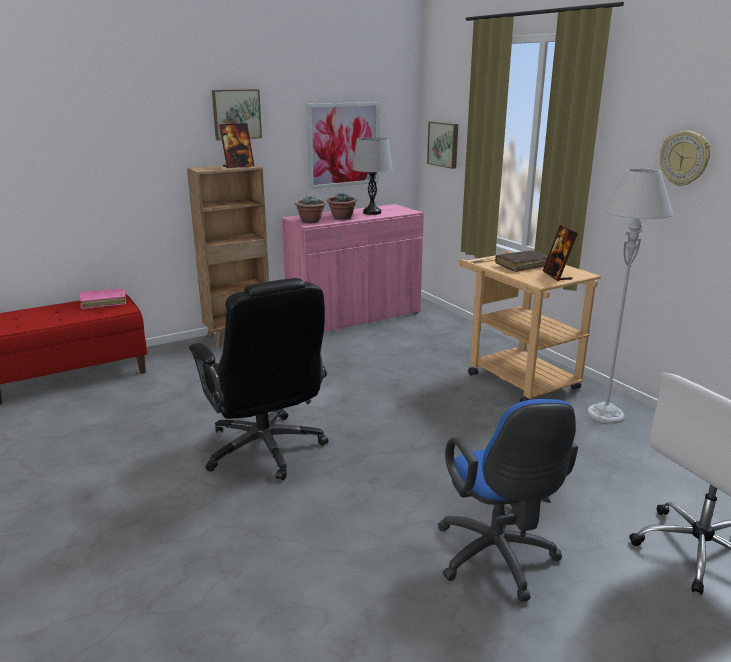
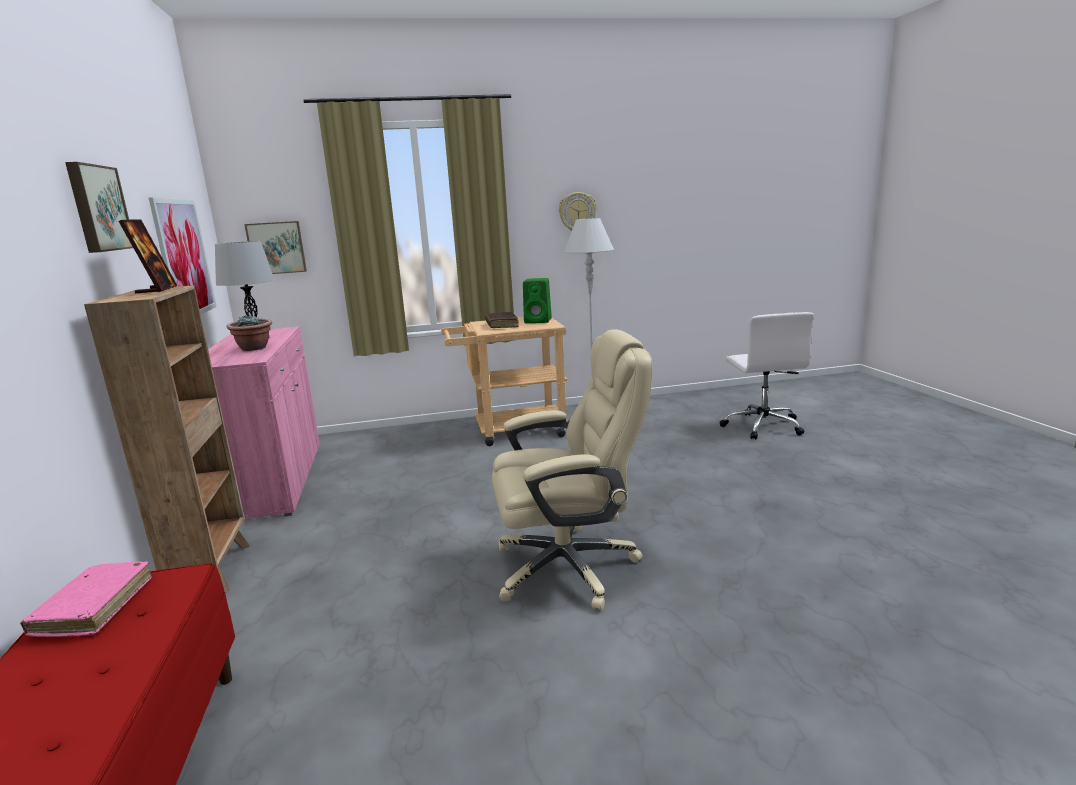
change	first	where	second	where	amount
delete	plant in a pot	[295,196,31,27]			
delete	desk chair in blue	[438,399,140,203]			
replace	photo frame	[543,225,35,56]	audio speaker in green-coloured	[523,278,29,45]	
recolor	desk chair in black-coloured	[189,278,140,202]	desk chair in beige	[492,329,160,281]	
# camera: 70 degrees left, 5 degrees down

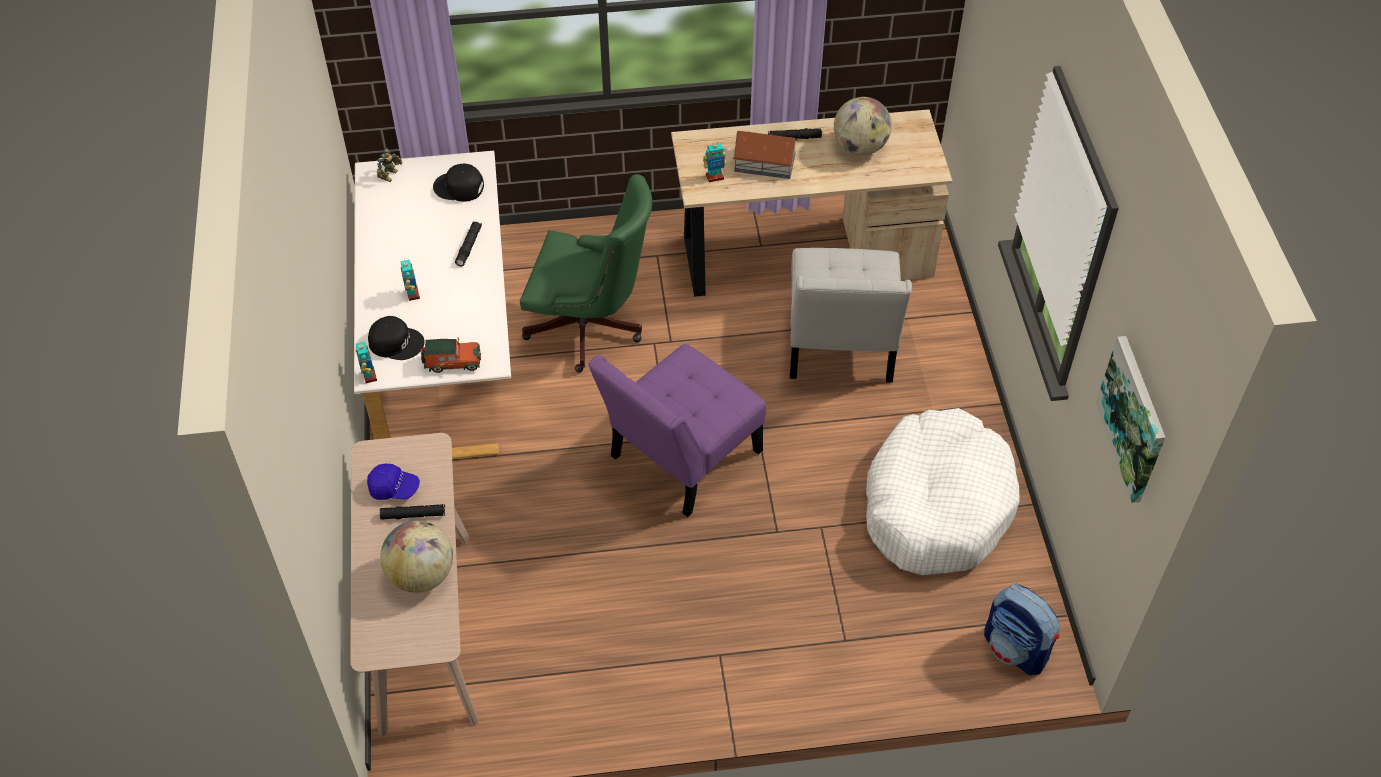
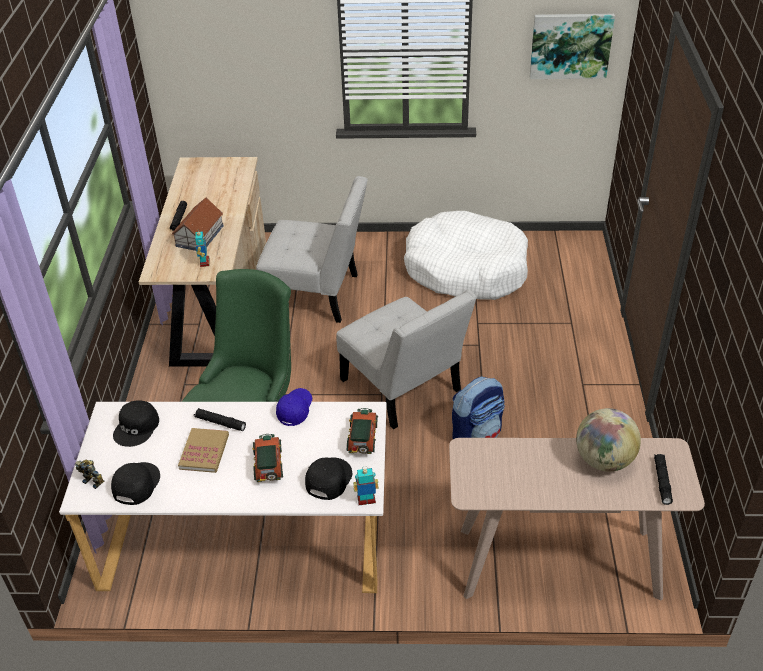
change	first	where	second	where	amount
delete	world globe	[834,97,58,58]			
insert			peaked cap in black-coloured	[111,462,49,43]	
insert			book	[178,428,51,45]	
move	peaked cap in blue	[367,463,53,37]		[276,388,36,38]	
move	hand torch in black-coloured	[380,504,65,16]		[654,454,19,51]	
move	rucksack	[984,584,76,91]		[452,376,53,63]	
replace	robot figure	[400,260,20,41]	model car	[252,434,31,48]	
recolor	upright chair in purple-coloured	[588,344,178,173]	upright chair in white-coloured	[337,290,140,139]	
# camera: 80 degrees left, 10 degrees down

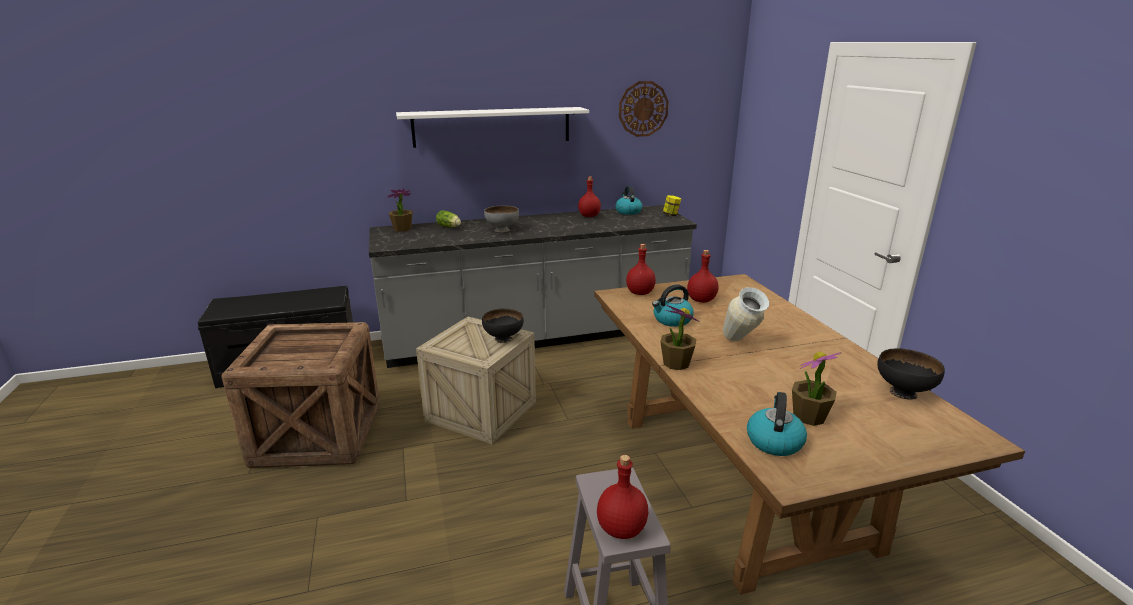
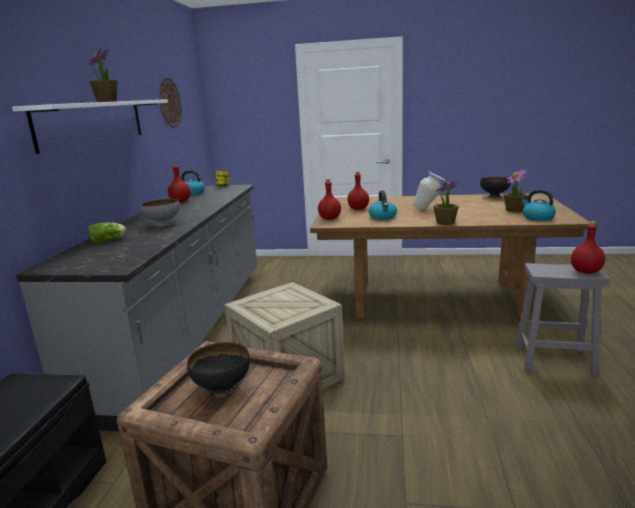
change	first	where	second	where	amount
move	plant in a pot	[388,189,25,43]		[88,49,29,53]	
move	serving bowl in black-coloured	[482,309,42,34]		[187,342,63,55]	
# camera: 65 degrees left, 5 degrees down

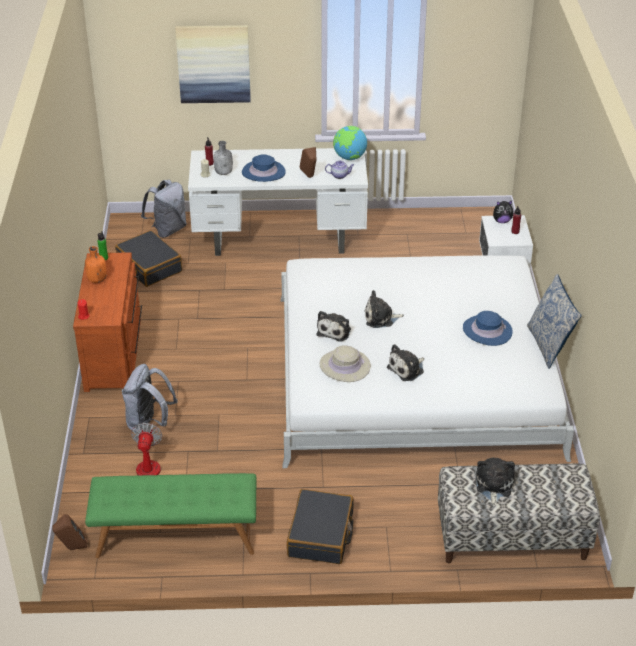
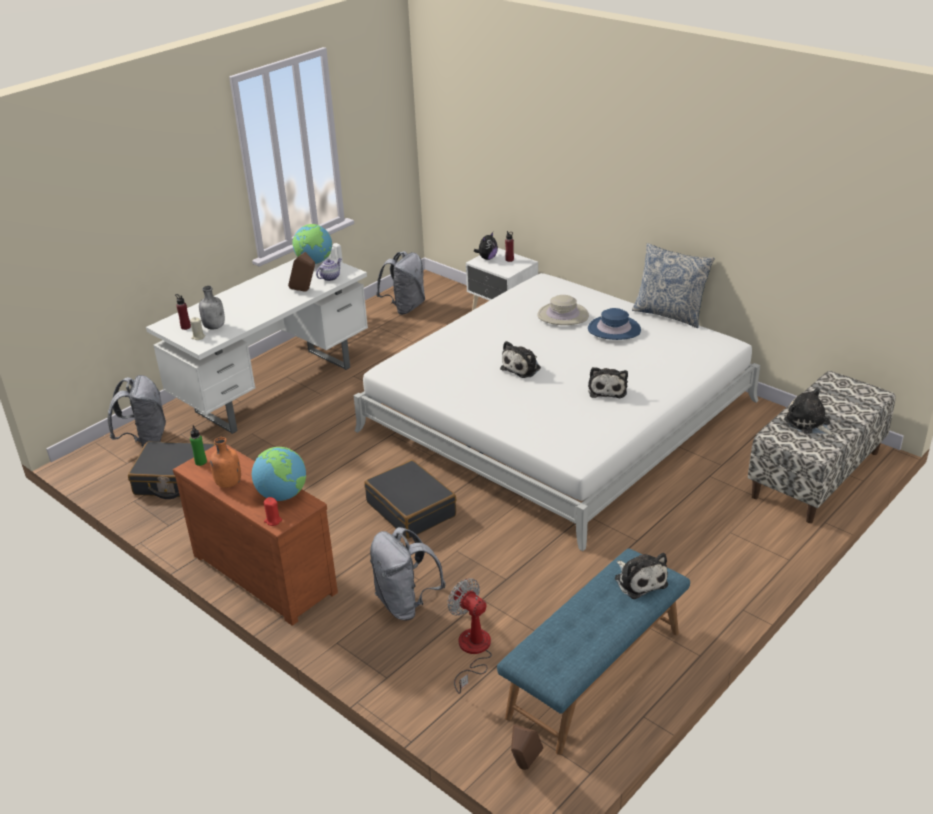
change	first	where	second	where	amount
delete	picture	[175,25,76,78]			
delete	hat in blue	[242,154,44,28]			
insert			world globe	[252,447,54,54]	
insert			rucksack in gray	[376,251,49,64]	
move	suitcase in black-coloured	[287,489,67,75]		[364,460,92,79]	
move	cuddly toy	[316,311,35,31]		[615,553,53,46]	
move	hat in beige	[319,345,52,37]		[537,295,52,30]	
recolor	long seat in green-coloured	[85,473,171,85]	long seat in blue	[497,548,193,207]	
# camera: 45 degrees left, 5 degrees down

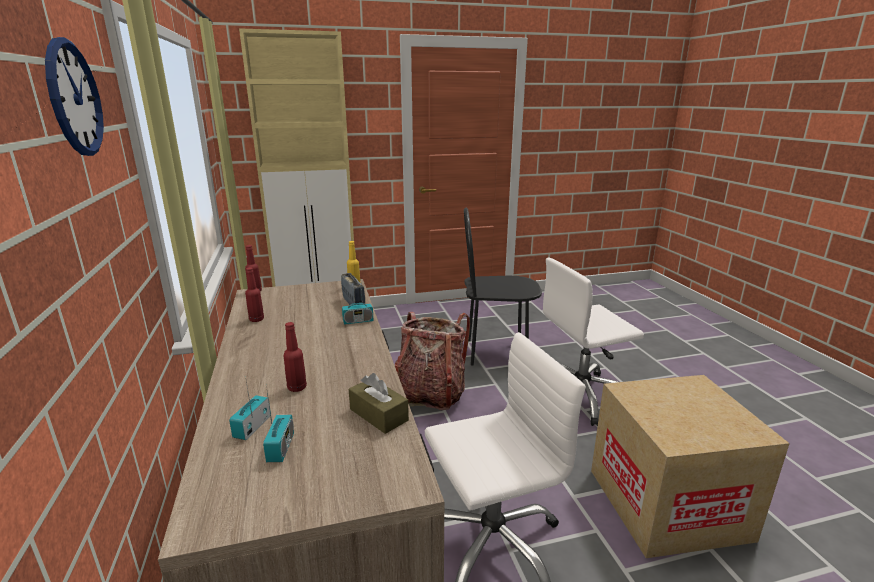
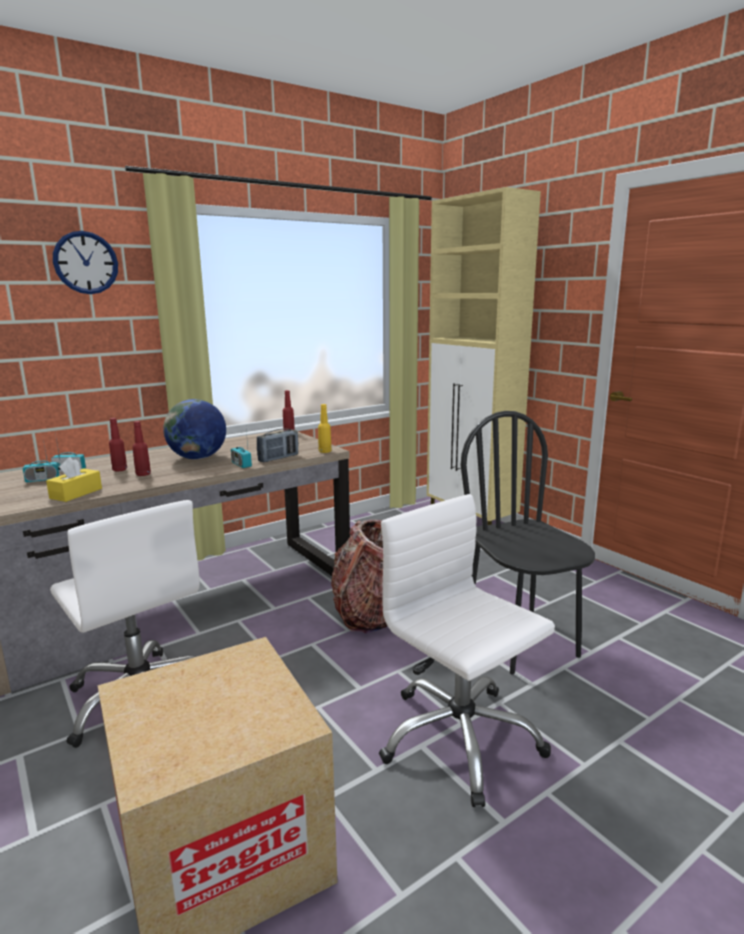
change	first	where	second	where	amount
insert			world globe	[163,399,63,60]	
move	bottle in red-coloured	[245,267,19,55]		[132,421,19,55]	
recolor	tissue box in brownish	[349,373,60,61]	tissue box in yellow-coloured	[46,457,56,45]	
# camera: 70 degrees right, 5 degrees down

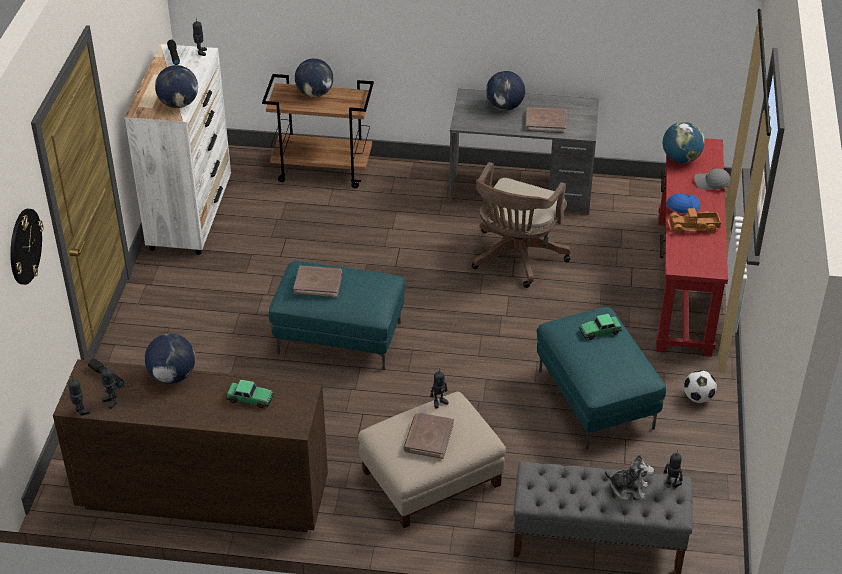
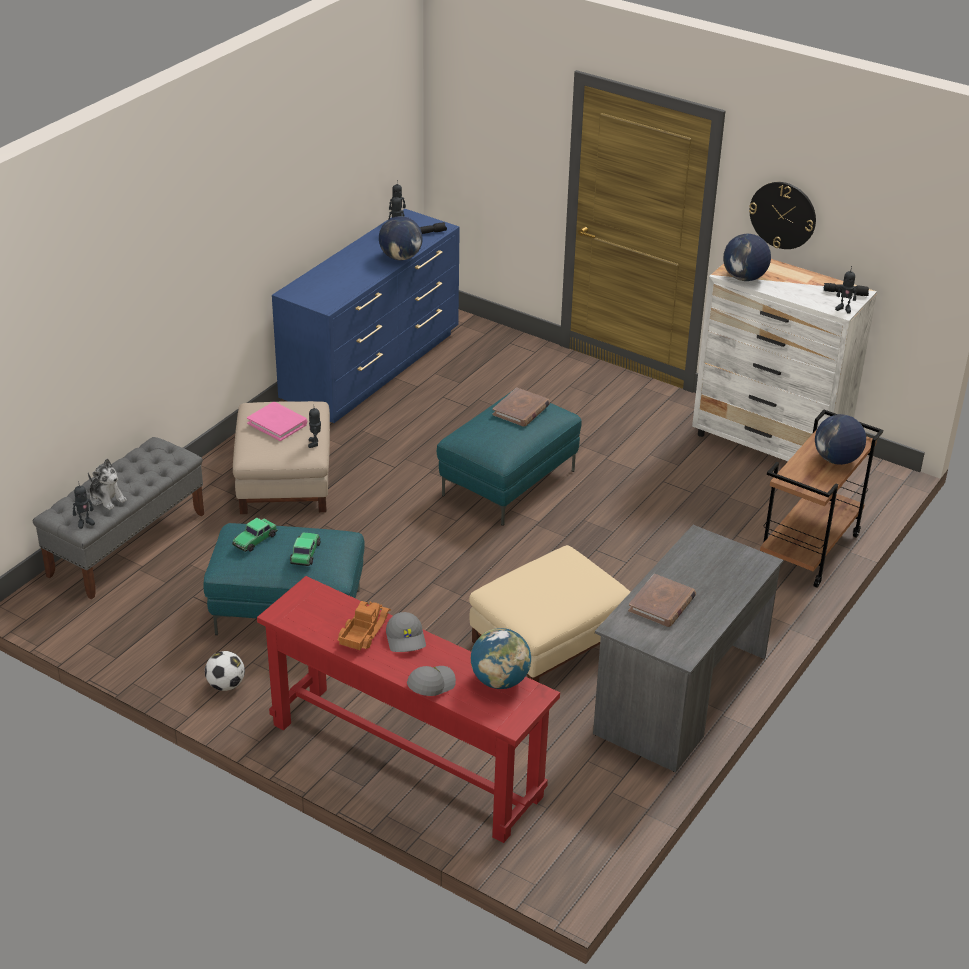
change	first	where	second	where	amount
delete	world globe	[486,71,39,40]			
move	clock on the wall	[10,209,34,76]		[749,182,67,67]	
move	model car	[226,380,48,28]		[232,518,46,34]	
replace	desk chair in brownish	[472,162,98,126]	pouffe in beige	[469,545,161,137]	
recolor	drawer chest in brownish	[53,359,275,173]	drawer chest in blue	[272,209,188,214]	
recolor	book in brownish	[403,413,51,46]	book in pink	[247,402,60,39]	
recolor	peaked cap in blue	[666,193,34,20]	peaked cap in gray	[386,612,40,40]	
rotate	cuddly toy	[605,454,49,47]		[88,459,39,51]	90 degrees counterclockwise
# camera: 115 degrees right, 5 degrees down

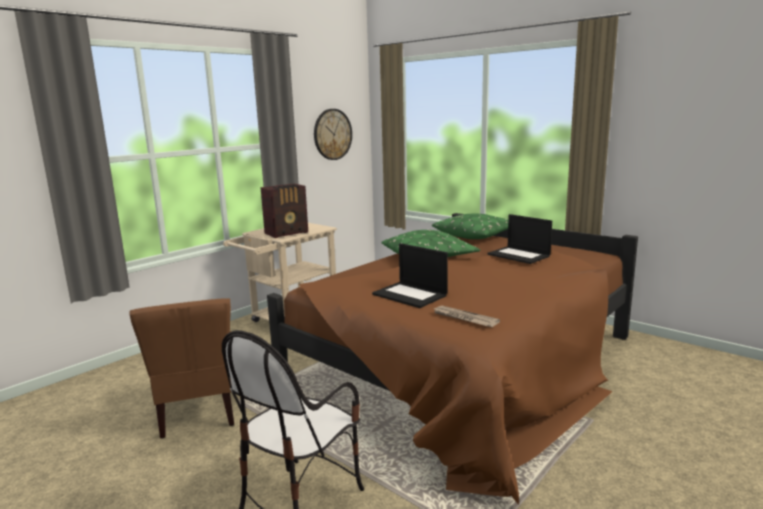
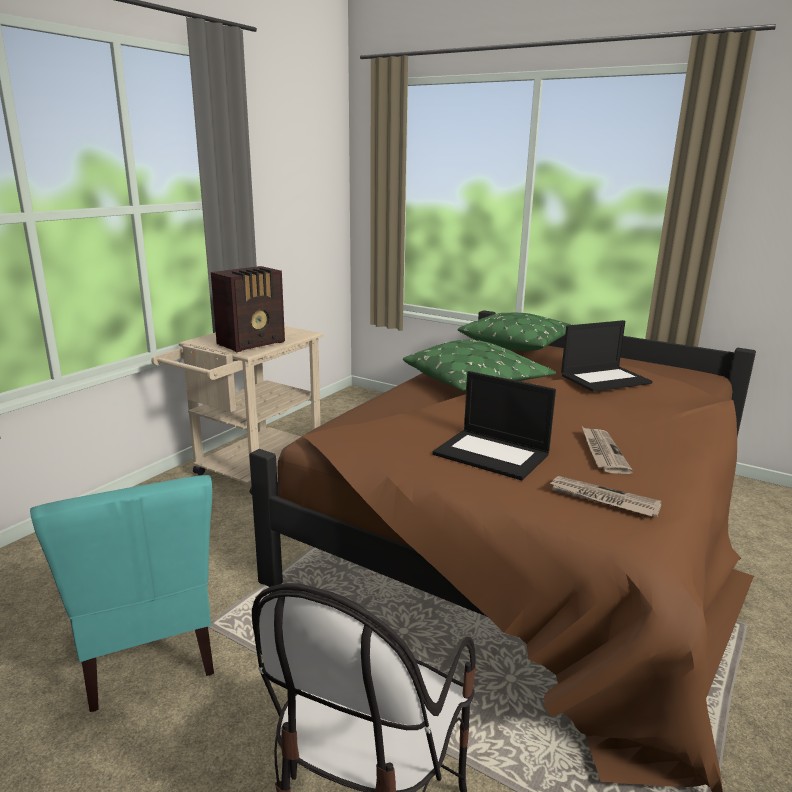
change	first	where	second	where	amount
delete	clock on the wall	[314,109,38,51]			
insert			daily paper	[582,427,51,47]	
recolor	upright chair in brownish	[129,298,105,141]	upright chair in turquoise	[30,475,184,237]	
rotate	laptop	[487,214,65,50]		[561,320,92,72]	60 degrees counterclockwise
# camera: 10 degrees left, 5 degrees up

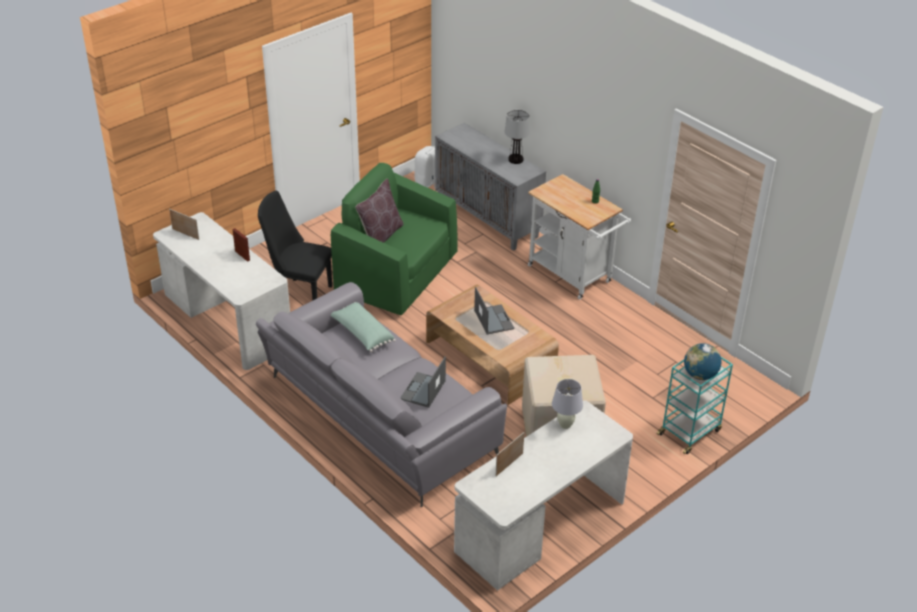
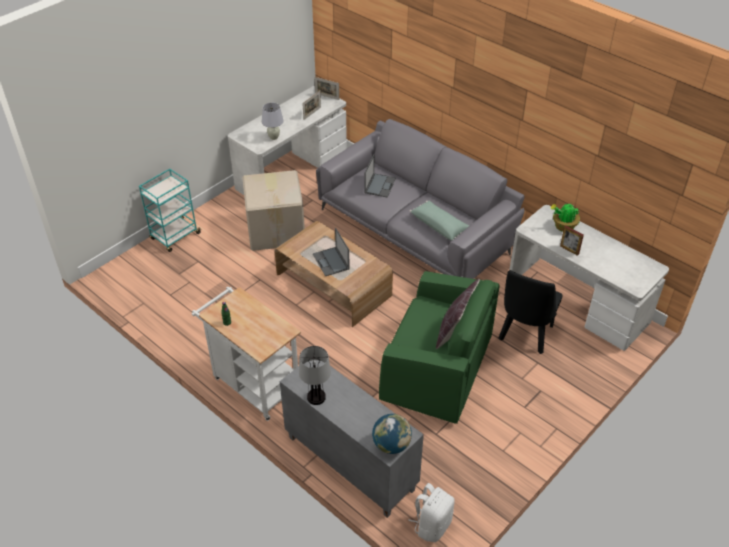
change	first	where	second	where	amount
insert			plant in a pot	[550,203,30,29]	
move	photo frame	[169,209,30,31]		[314,77,25,23]	
move	world globe	[684,343,37,37]		[372,414,40,40]	
rotate	upright chair in black-coloured	[258,190,74,110]		[499,270,64,84]	105 degrees clockwise
# camera: 175 degrees right, 5 degrees up

